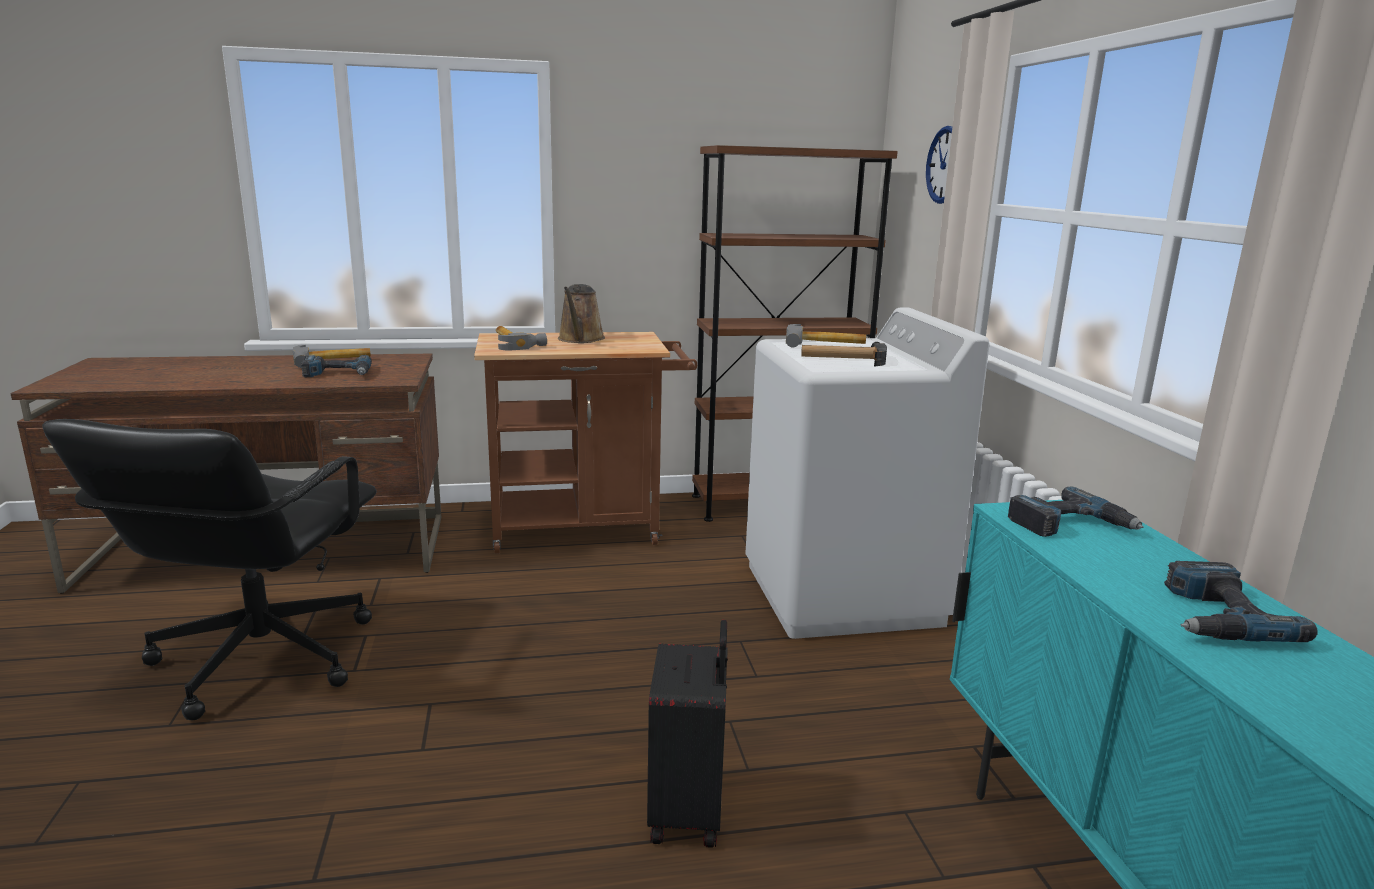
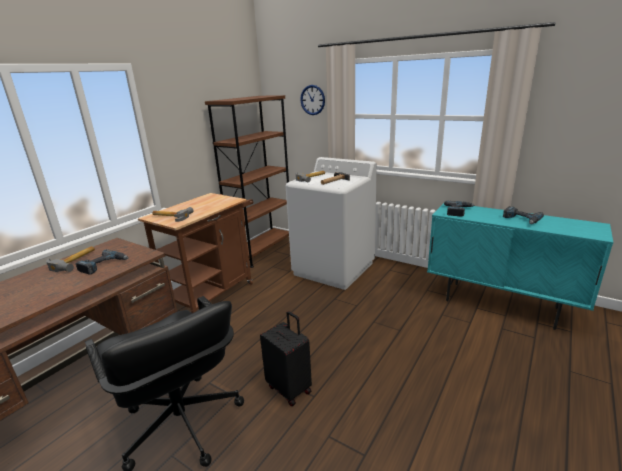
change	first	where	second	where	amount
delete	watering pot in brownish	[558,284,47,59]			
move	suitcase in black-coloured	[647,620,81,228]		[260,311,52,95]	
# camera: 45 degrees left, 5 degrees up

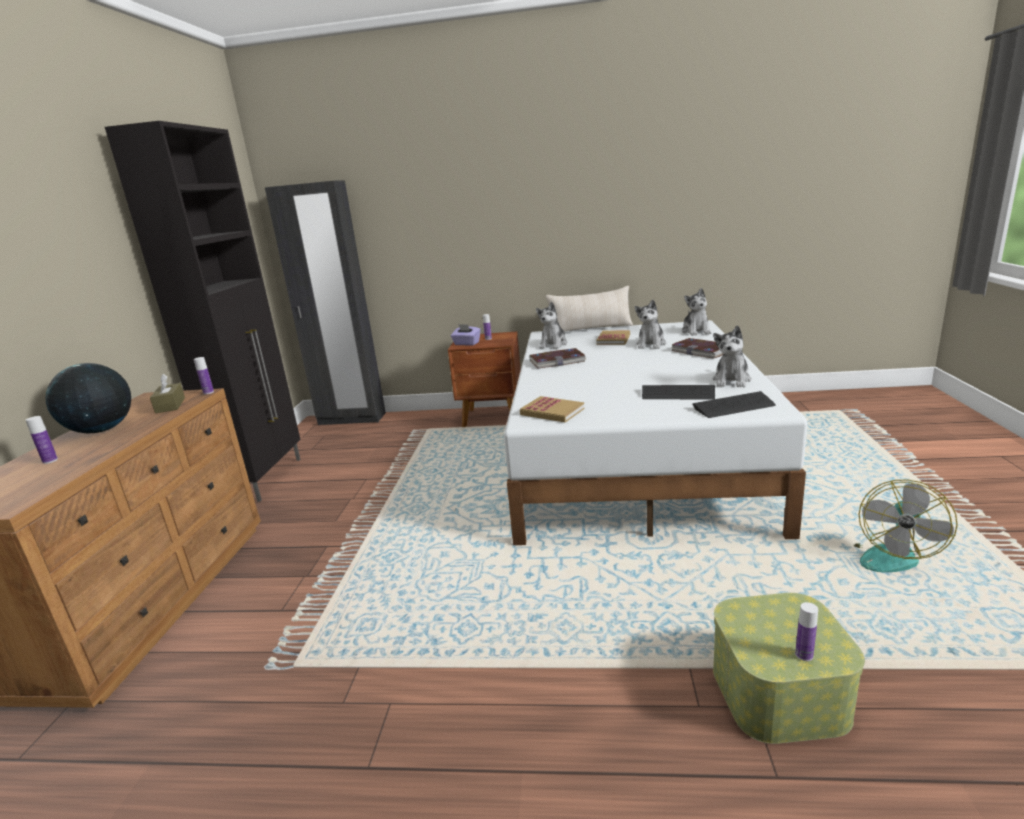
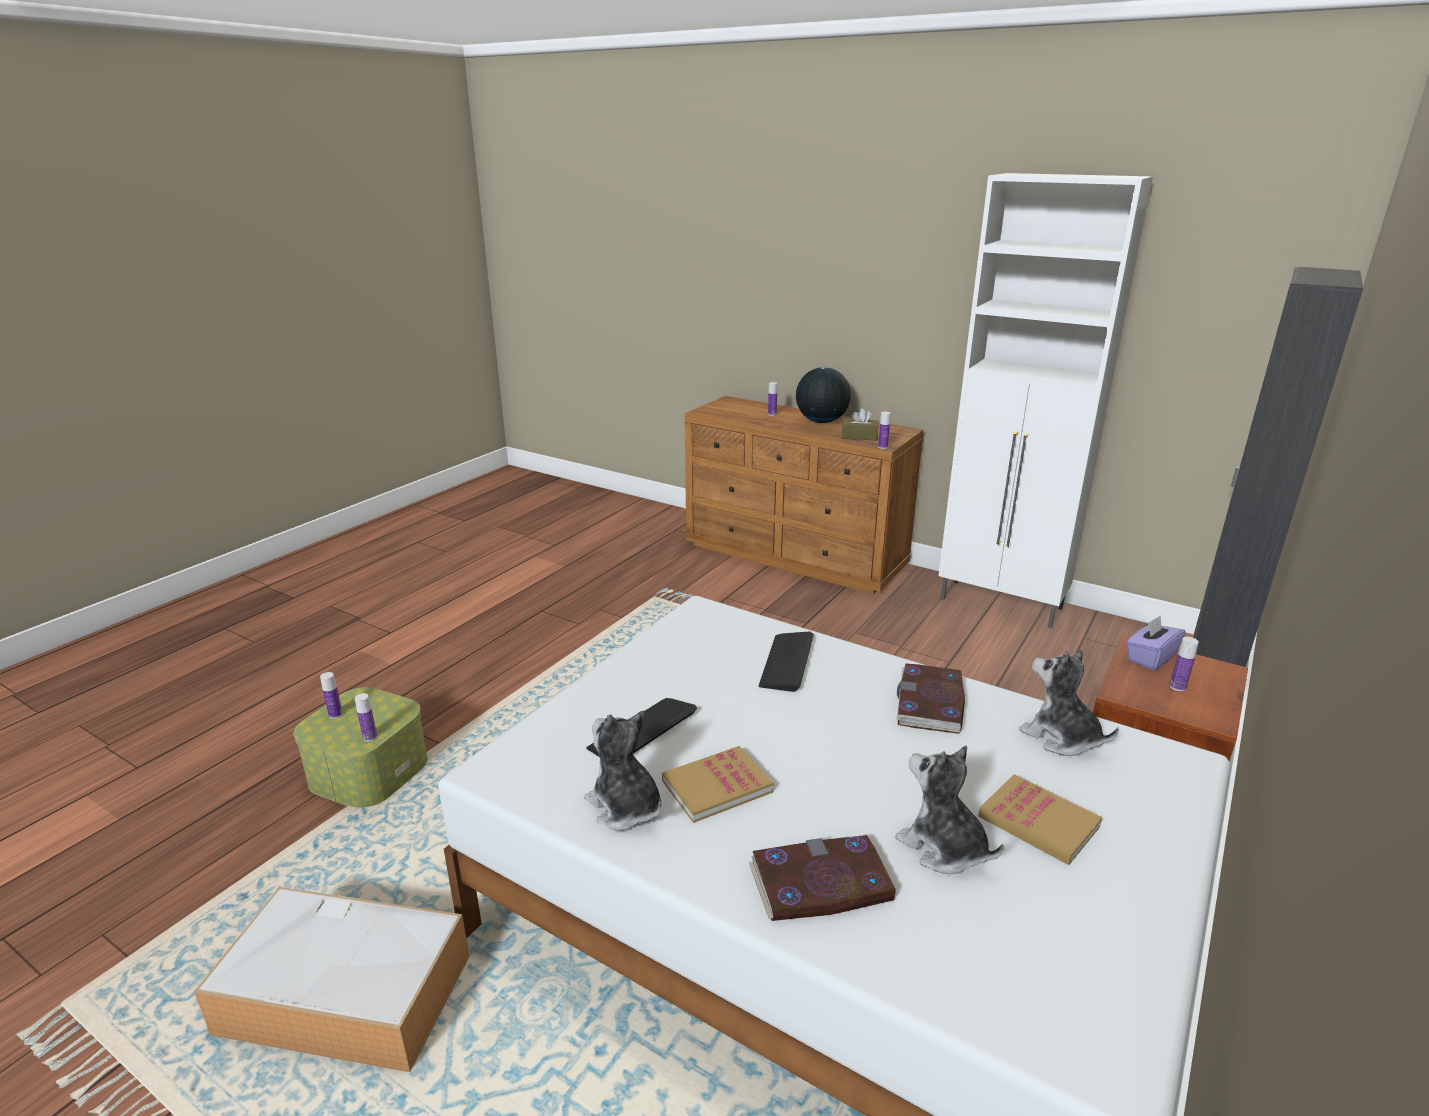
change	first	where	second	where	amount
delete	throw pillow in beige	[546,286,87,46]			
delete	cuddly toy	[682,288,30,48]			
insert			bottle	[355,693,22,48]	
move	book	[520,396,64,27]		[662,746,111,77]	
move	computer keyboard	[693,391,83,27]		[759,631,55,61]	
replace	fan	[853,479,105,93]	storage bin	[194,887,275,185]	
recolor	cupboard in black-coloured	[105,121,196,381]	cupboard in white-coloured	[939,173,214,455]	
# camera: 115 degrees right, 5 degrees up

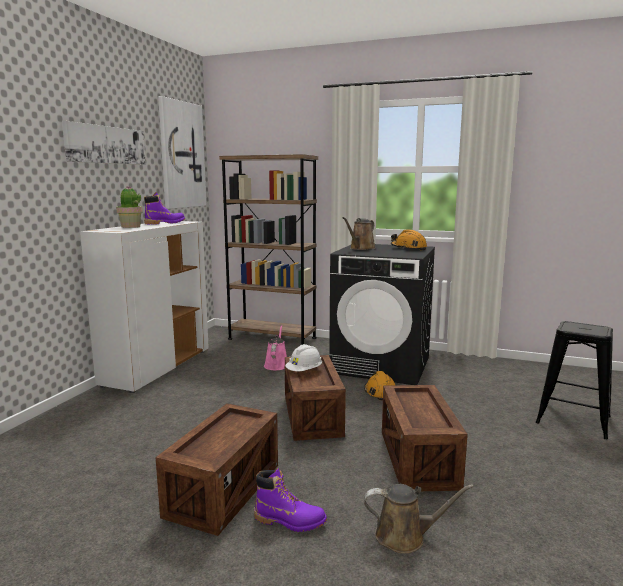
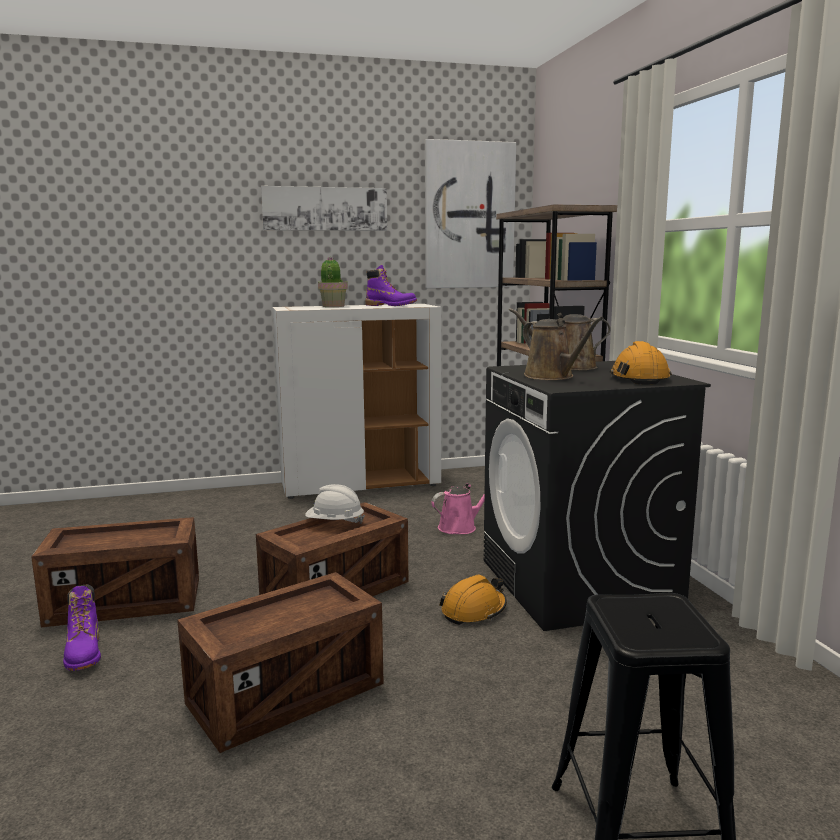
change	first	where	second	where	amount
move	watering pot in brownish	[364,484,110,70]		[522,317,81,63]	
# camera: 55 degrees right, 0 degrees up

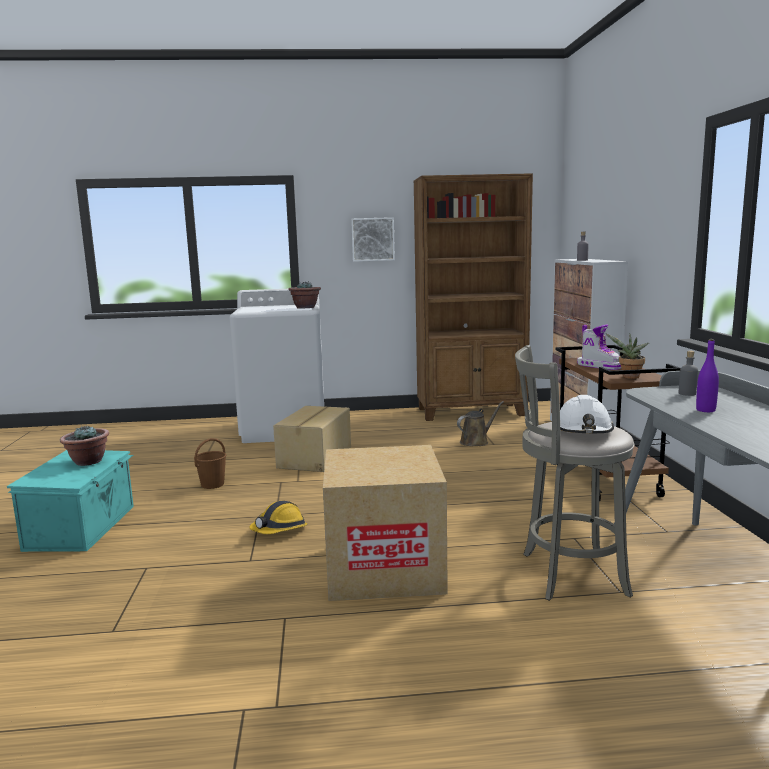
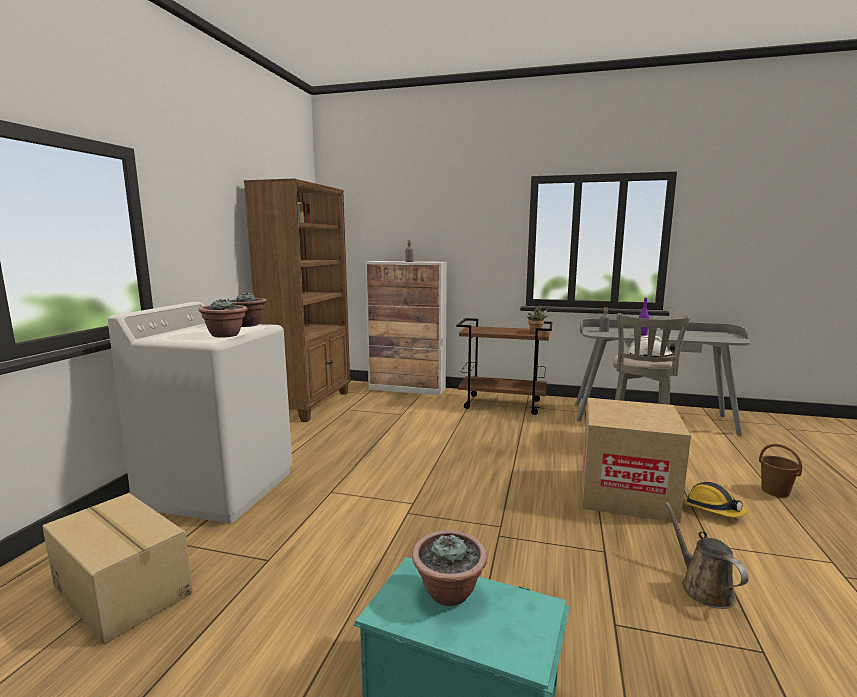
change	first	where	second	where	amount
delete	picture	[351,217,44,45]			
delete	high-top boot	[577,325,44,45]			
insert			plant in a pot	[198,299,50,39]	
move	pail in brownish	[194,438,32,51]		[759,444,43,53]	
move	safety helmet	[249,501,58,33]		[684,482,64,35]	
move	cardboard box	[273,406,78,66]		[42,493,151,151]	
move	watering pot in brownish	[457,401,47,45]		[665,502,84,107]	
# camera: 70 degrees left, 0 degrees up

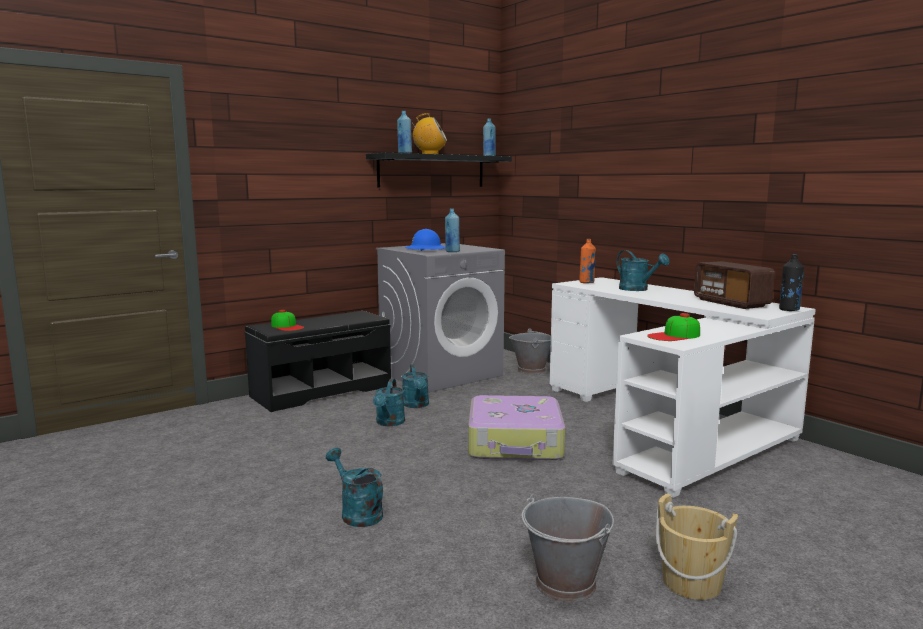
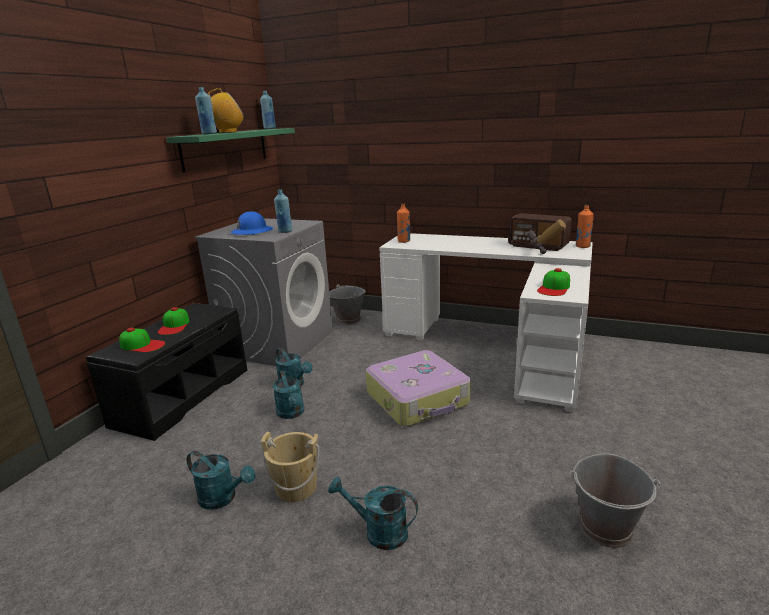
change	first	where	second	where	amount
insert			peaked cap	[158,307,31,28]	
insert			hand hammer	[526,219,40,35]	
move	watering pot in turquoise	[616,250,53,41]		[187,451,69,59]	
move	pail in beige	[656,493,82,107]		[261,432,58,70]	
recolor	shelf in black-coloured	[366,153,146,34]	shelf in green-coloured	[166,128,129,45]	
recolor	bottle in black-coloured	[779,254,25,57]	bottle in orangey	[576,205,18,43]	
# camera: 30 degrees left, 10 degrees up

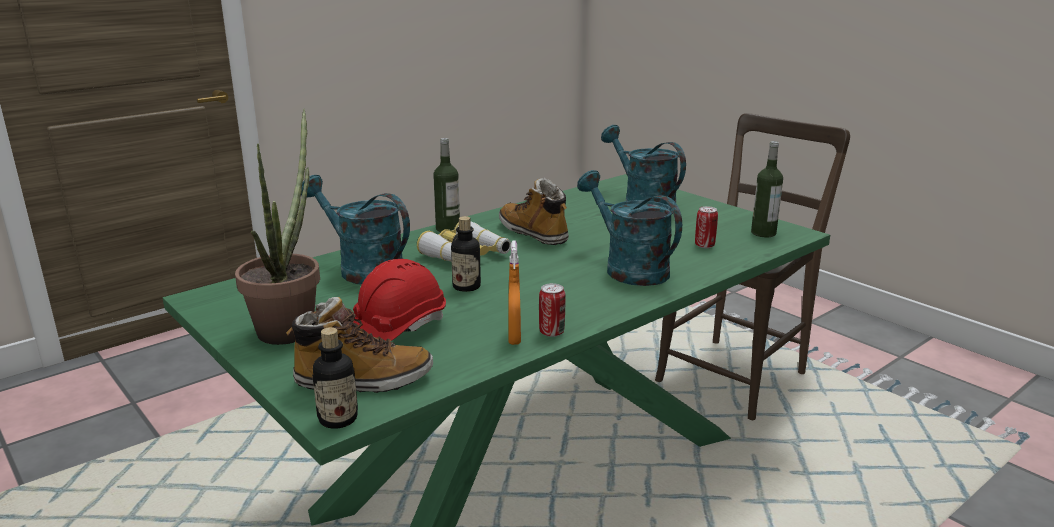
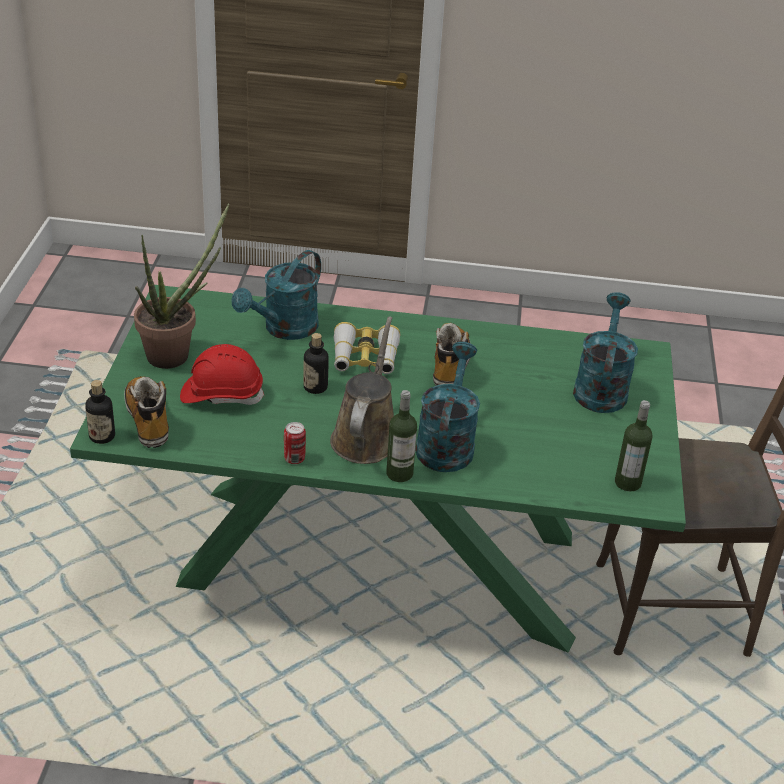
change	first	where	second	where	amount
delete	spray bottle in orangey	[508,240,13,105]			
delete	sealed can	[695,206,23,42]			
insert			watering pot in brownish	[330,317,64,147]	
move	bottle	[433,138,27,94]		[386,390,31,92]	
rotate	high-top boot	[286,297,147,96]		[124,376,45,72]	150 degrees counterclockwise
rotate	watering pot in turquoise	[301,175,109,110]		[232,250,89,90]	135 degrees counterclockwise
# camera: 45 degrees right, 15 degrees up

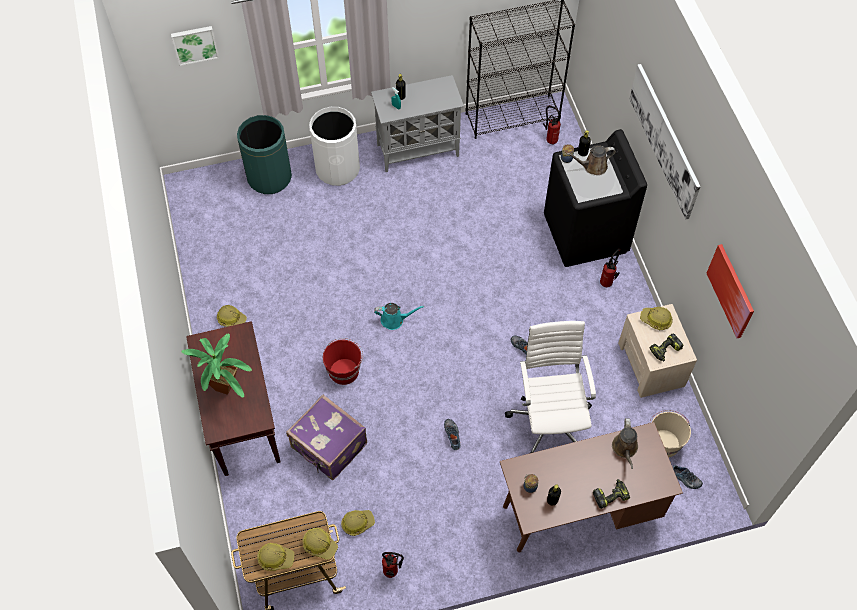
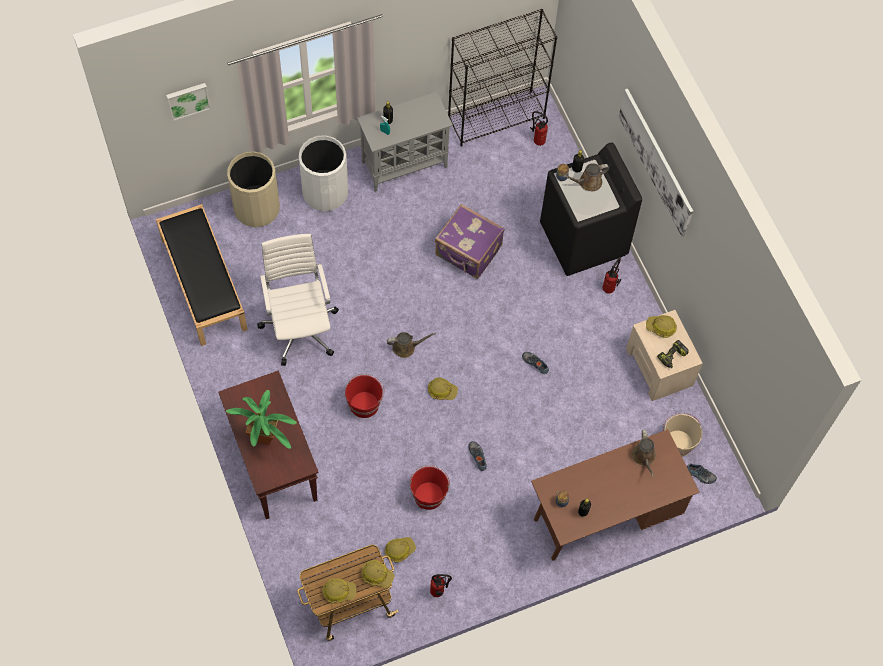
change	first	where	second	where	amount
delete	power drill	[593,479,37,30]			
delete	picture	[706,244,48,94]			
insert			long seat in black-coloured	[156,204,92,142]	
insert			pail in red-coloured	[410,465,40,45]	
move	safety helmet	[217,305,30,22]		[428,377,30,23]	
move	suitcase in purple-coloured	[286,395,81,85]		[435,204,70,75]	
move	desk chair in white-coloured	[505,321,91,132]		[257,234,82,132]	
recolor	trash can in green-coloured	[237,115,55,79]	trash can in beige	[227,151,53,76]	
recolor	watering pot in turquoise	[374,303,50,27]	watering pot in brownish	[387,332,49,26]	
# camera: 10 degrees left, 5 degrees up

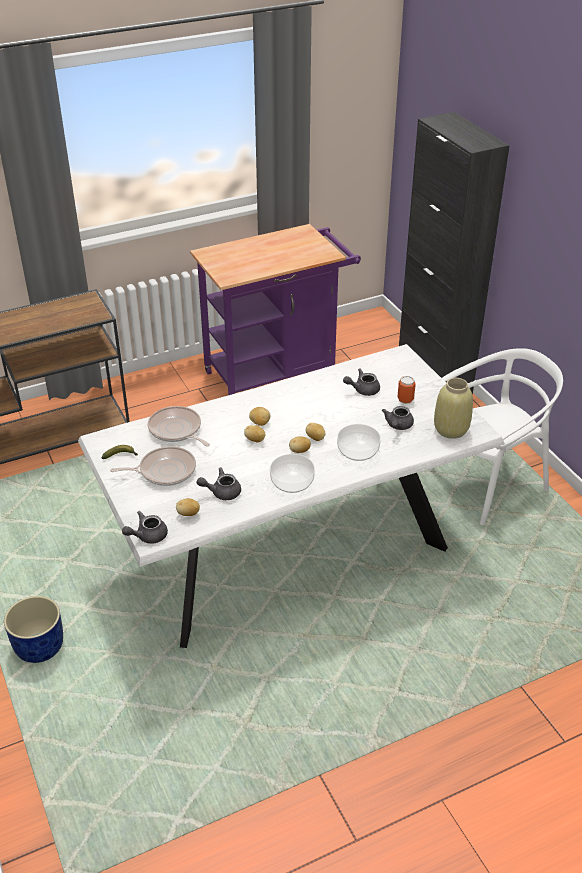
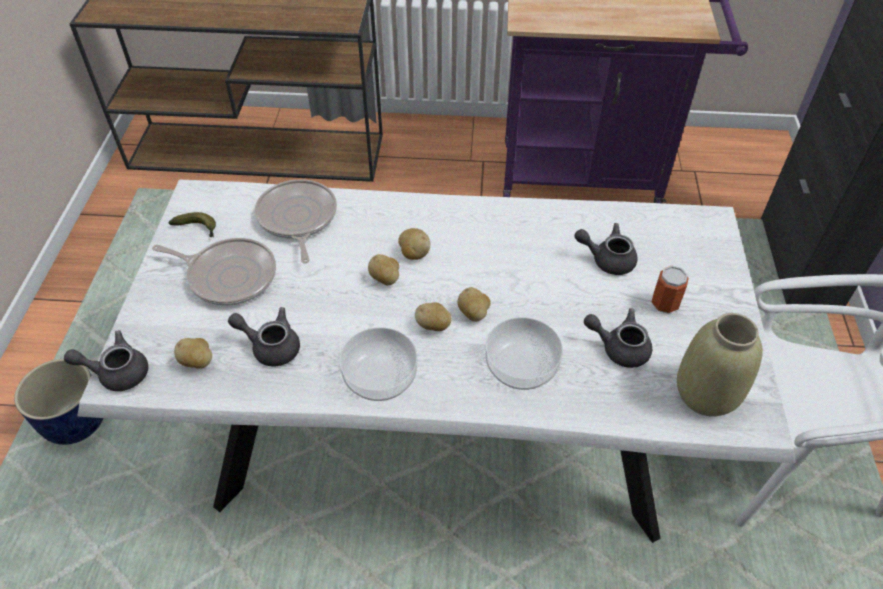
change	first	where	second	where	amount
rotate	tea pot in gray	[382,406,32,24]		[584,308,68,60]	60 degrees clockwise
# camera: 30 degrees right, 10 degrees up

